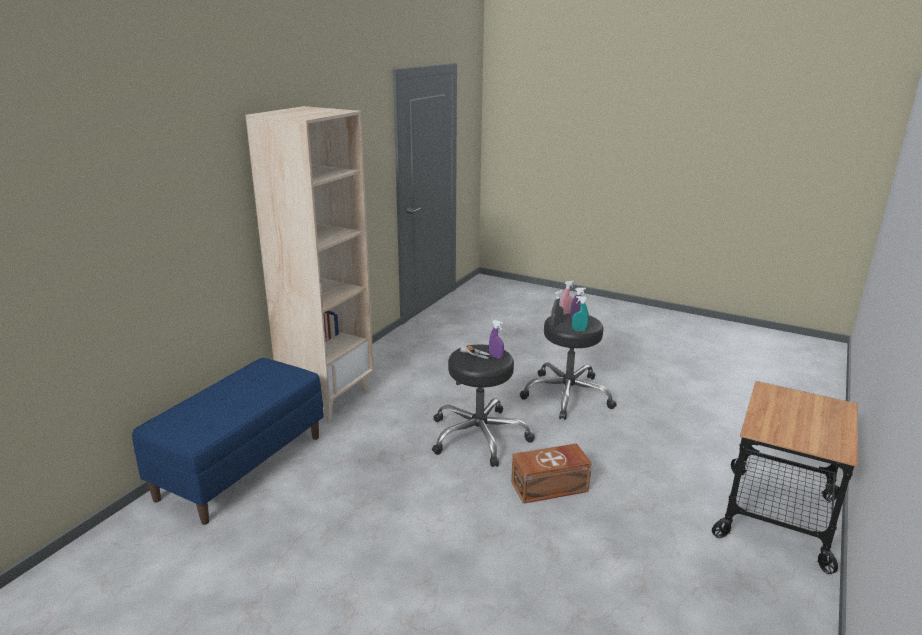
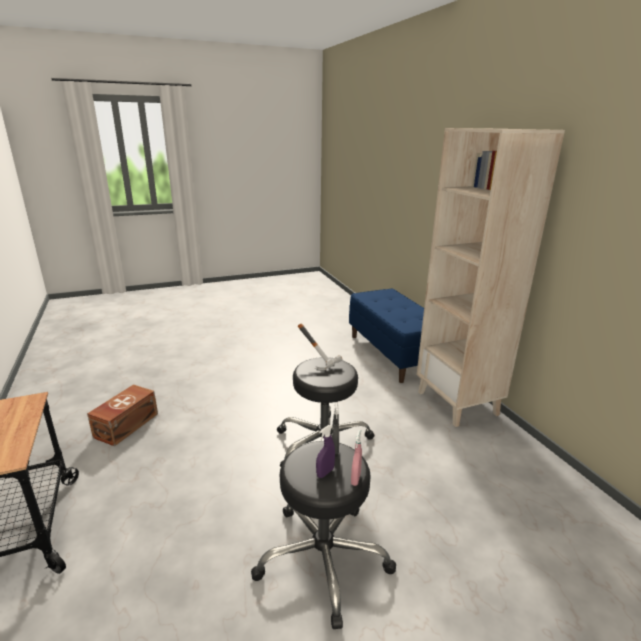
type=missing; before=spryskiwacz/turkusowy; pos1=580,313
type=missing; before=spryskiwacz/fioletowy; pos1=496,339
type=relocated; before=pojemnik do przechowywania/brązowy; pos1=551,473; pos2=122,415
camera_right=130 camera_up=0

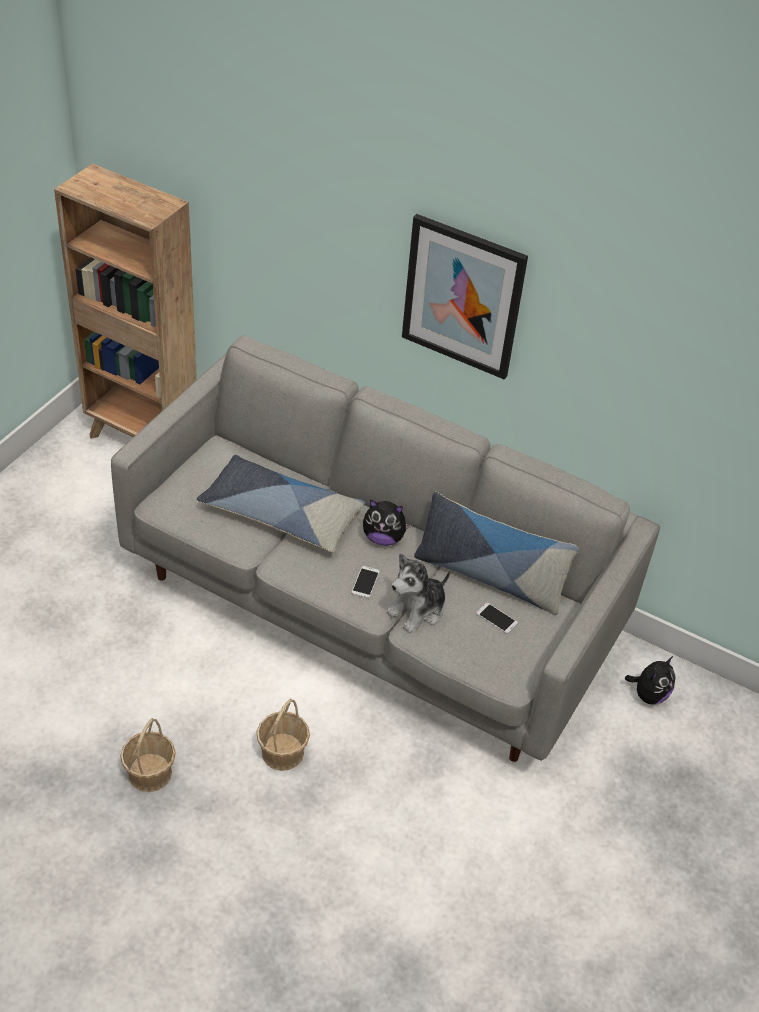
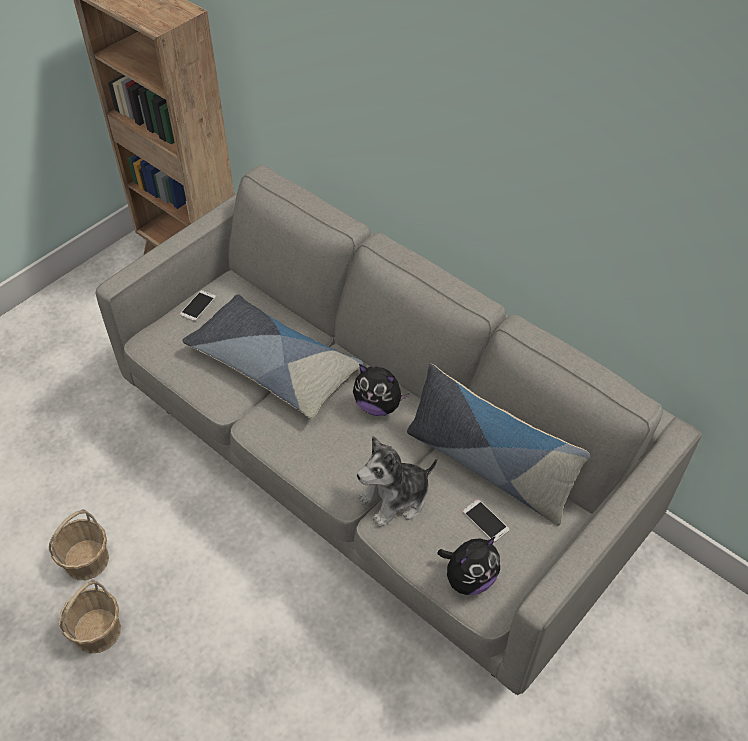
type=missing; before=obraz; pos1=465,297
type=relocated; before=telefon; pos1=365,582; pos2=198,305
type=relocated; before=pluszak; pos1=650,680; pos2=468,566
type=relocated; before=koszyk; pos1=283,734; pos2=79,544
camera_right=15 camera_up=5

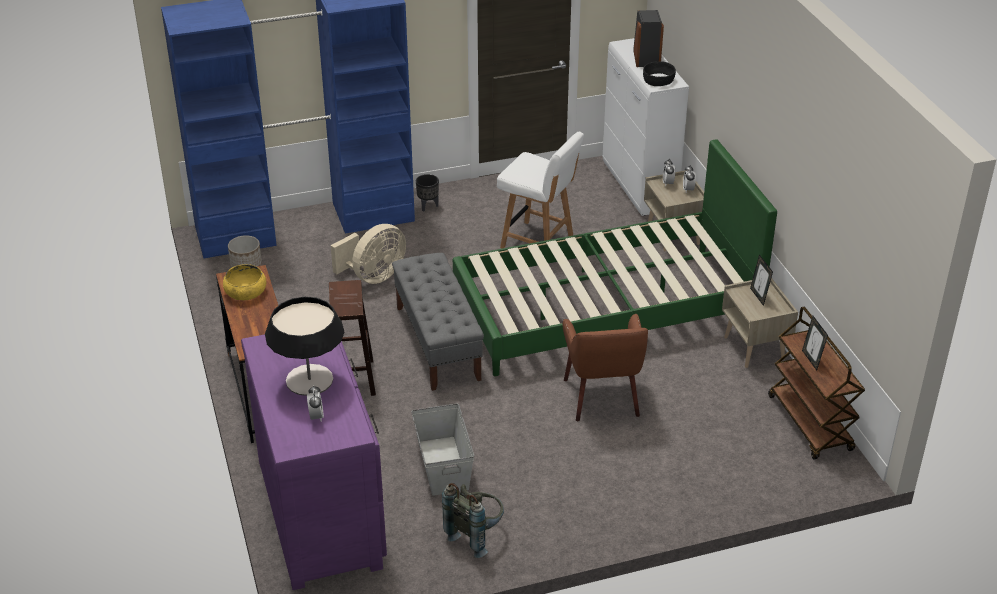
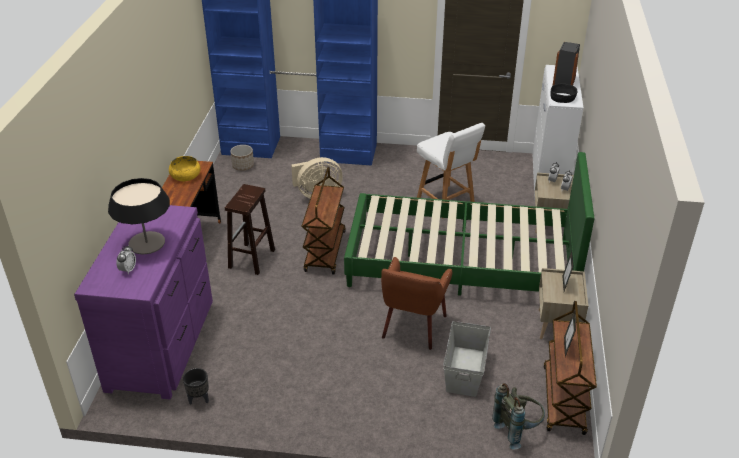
type=relocated; before=donica/czarny; pos1=427,192; pos2=196,386
type=exchanged; before=ławka/szary; after=wózek/brązowy; pos1=438,322; pos2=324,220
type=relocated; before=pojemnik do przechowywania/szary; pos1=442,449; pos2=467,359
type=relocated; before=plecak/szary; pos1=473,520; pos2=518,416
camera_right=25 camera_up=0

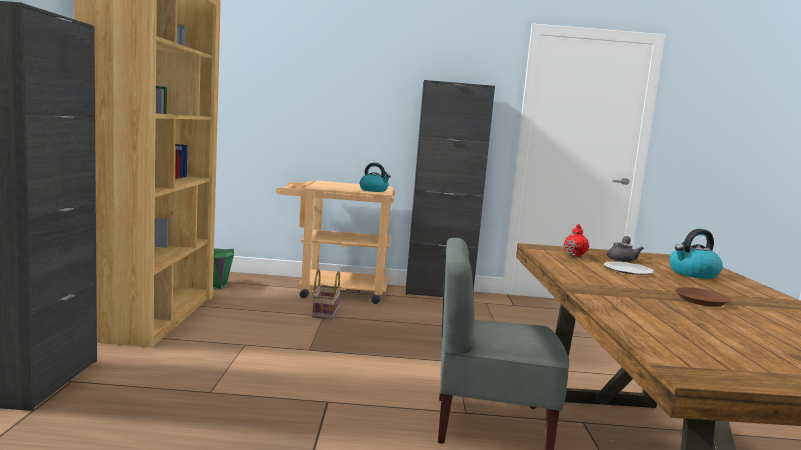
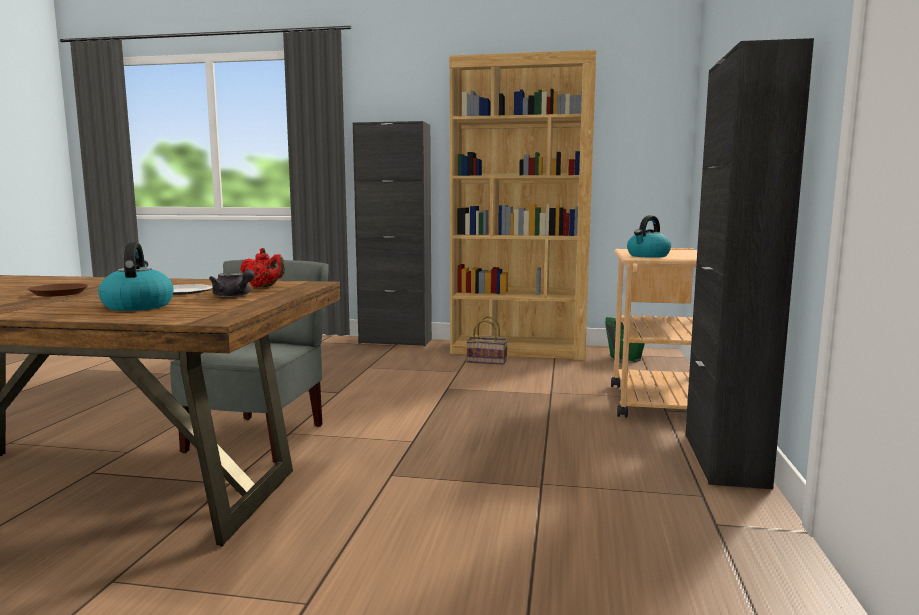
type=relocated; before=koszyk; pos1=326,294; pos2=487,340
camera_right=100 camera_up=0

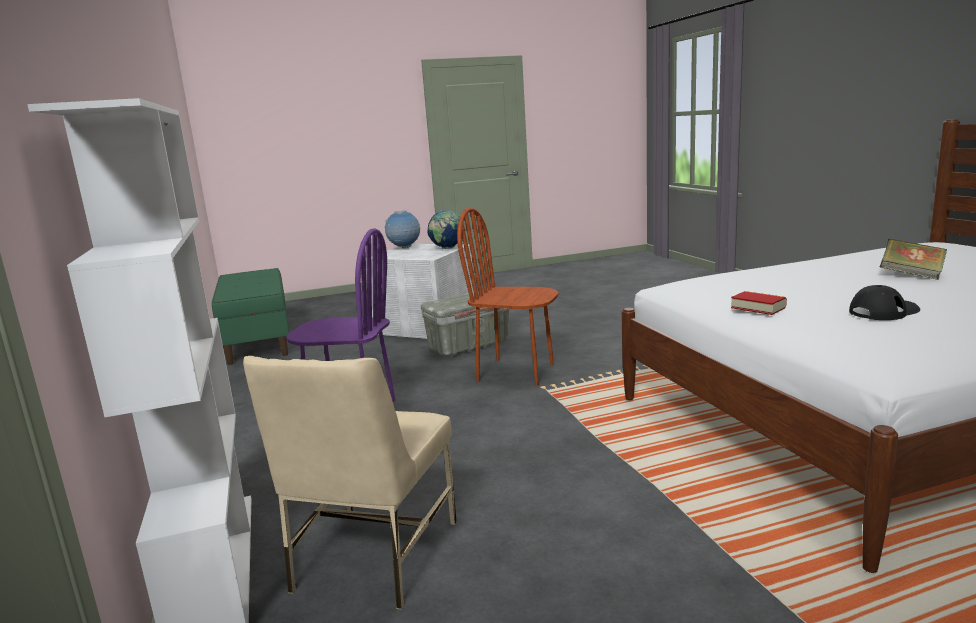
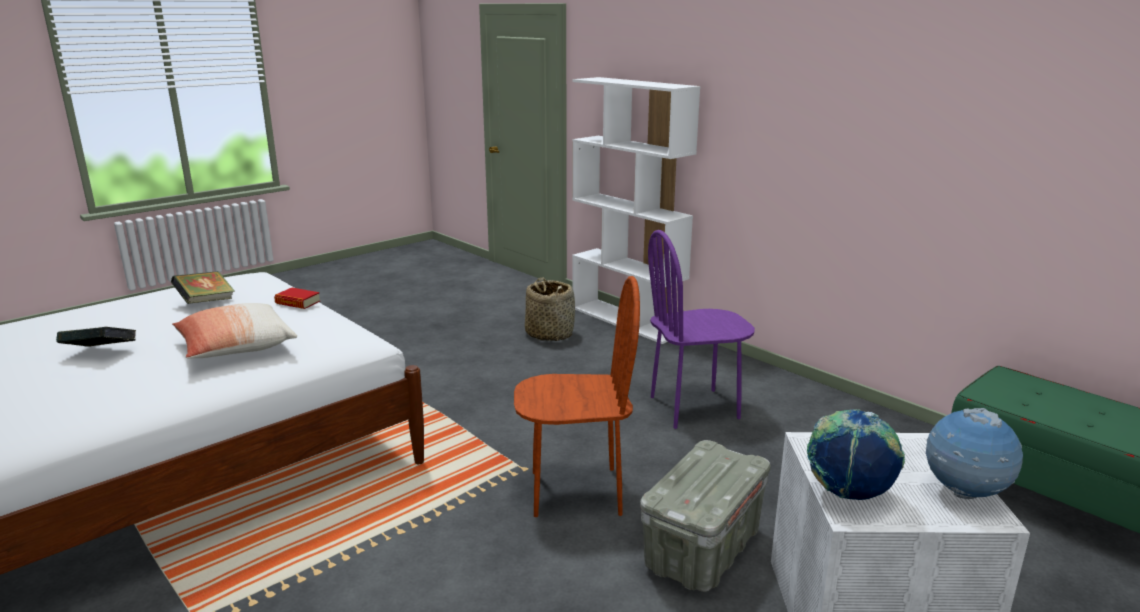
type=exchanged; before=czapka z daszkiem/czarny; after=książka; pos1=884,302; pos2=203,287
type=exchanged; before=krzesło/beżowy; after=koszyk; pos1=350,483; pos2=550,309
type=appeared; after=poduszka; pos2=234,331
camera_right=155 camera_up=5

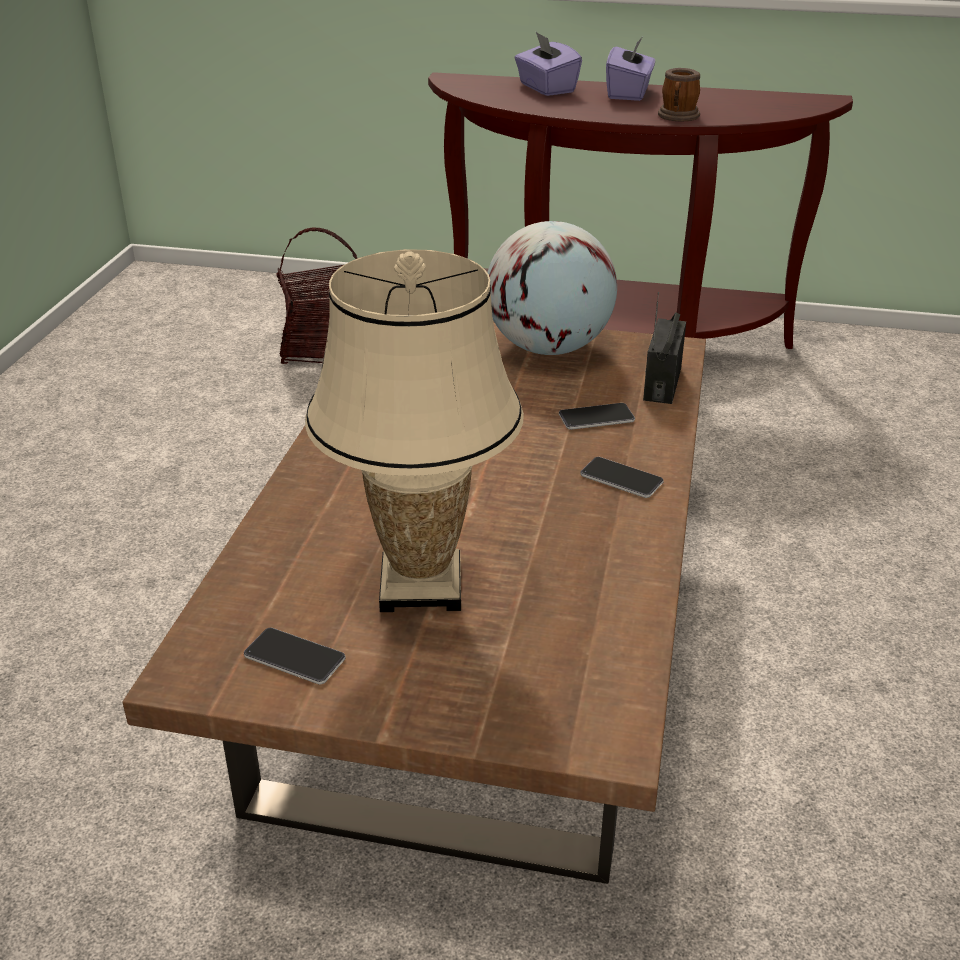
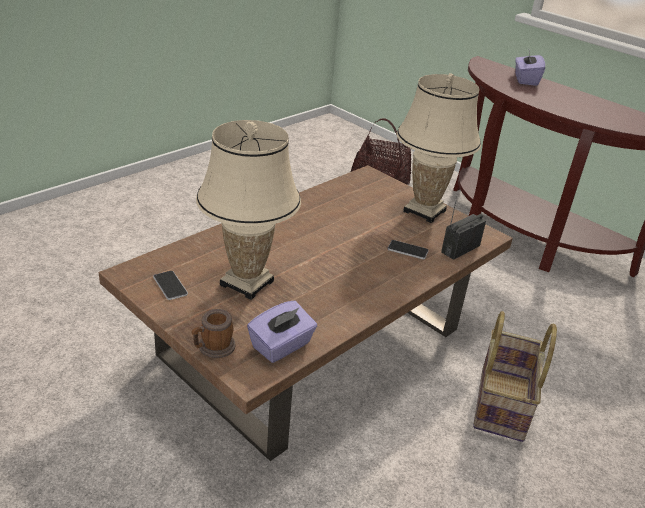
type=relocated; before=pudełko chusteczek/fioletowy; pos1=630,68; pos2=282,332
type=relocated; before=kubek; pos1=679,94; pos2=214,333
type=exchanged; before=globus; after=lampa stołowa/beżowy; pos1=552,288; pos2=438,148
type=missing; before=telefon; pos1=622,477
type=appeared; after=koszyk; pos2=515,376
camera_right=30 camera_up=0

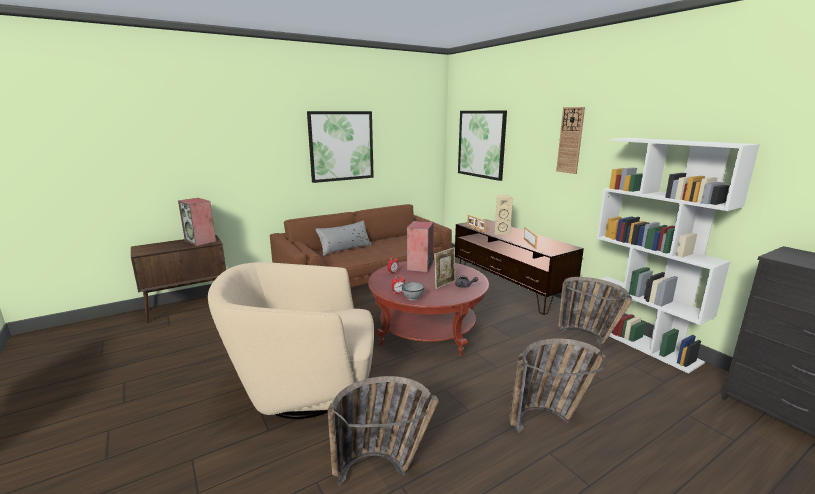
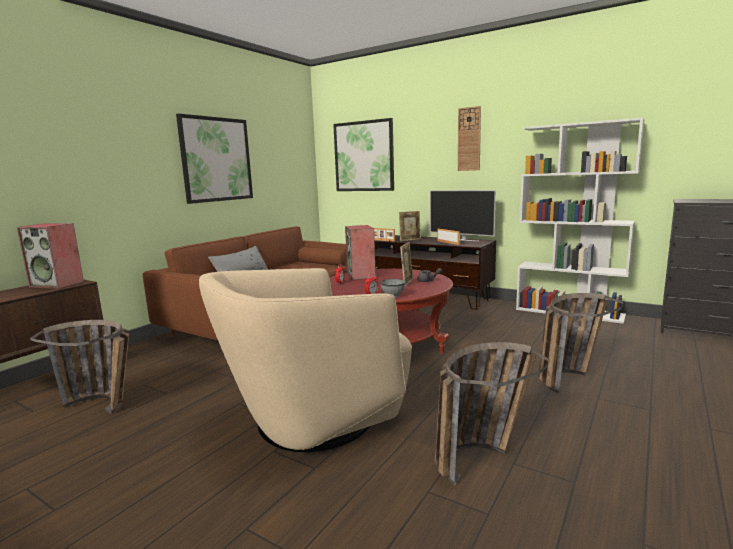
type=exchanged; before=głośnik/beżowy; after=ramka na zdjęcie; pos1=503,215; pos2=410,226
type=relocated; before=koszyk; pos1=595,311; pos2=79,367
type=appeared; after=telewizor; pos2=463,215
camera_right=-25 camera_up=-5

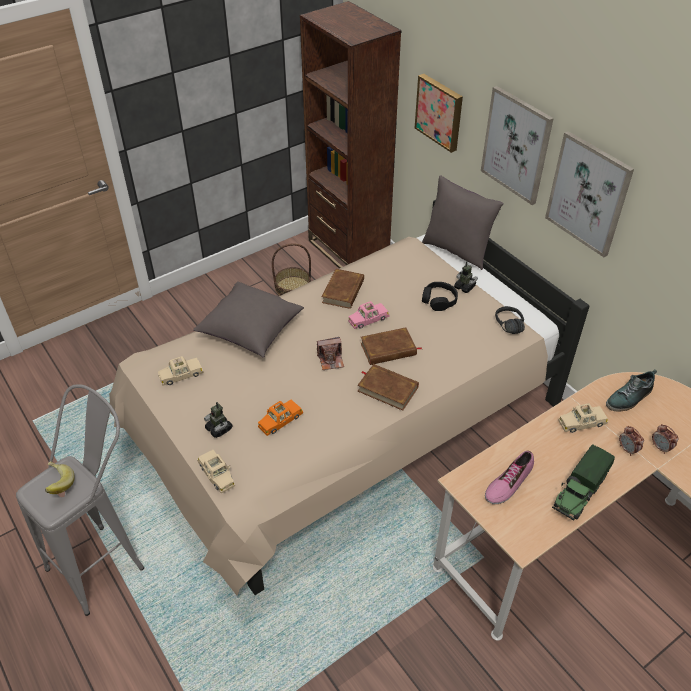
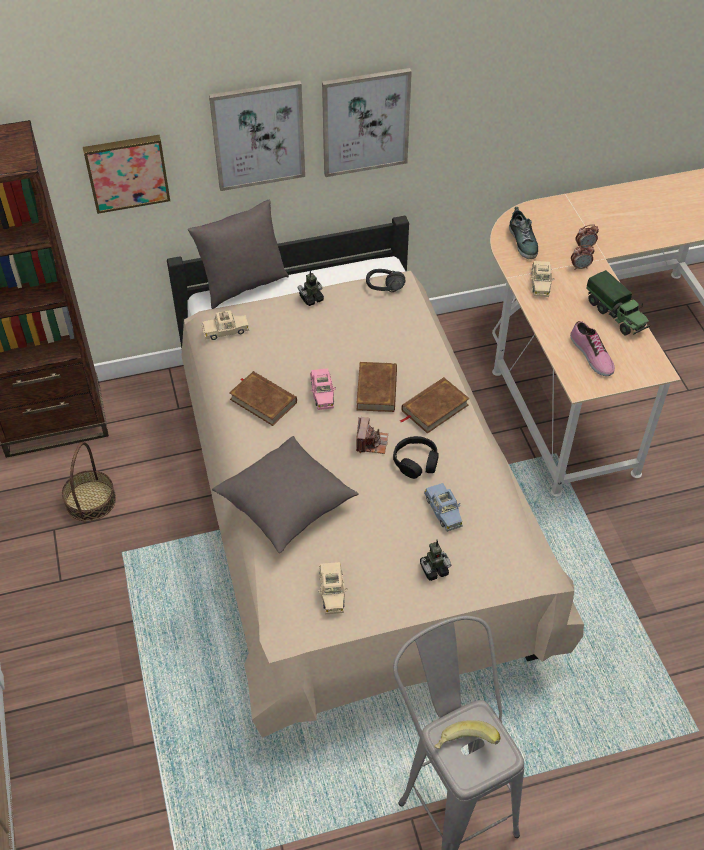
type=relocated; before=słuchawki/czarny; pos1=440,296; pos2=416,457
type=colour; before=samochodzik/pomarańczowy; after=samochodzik/niebieski; pos1=280,417; pos2=443,507
type=relocated; before=samochodzik/beżowy; pos1=216,472; pos2=225,325
camera_right=-70 camera_up=5

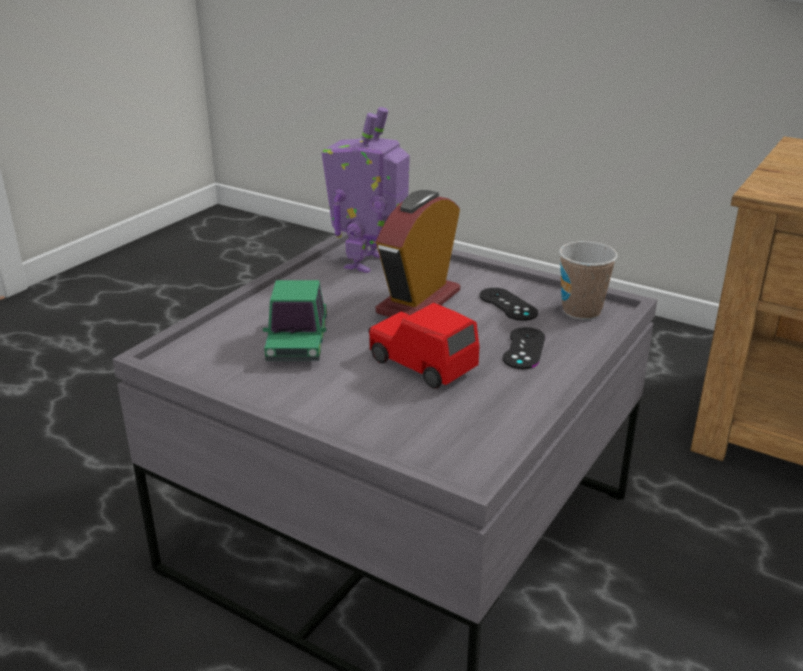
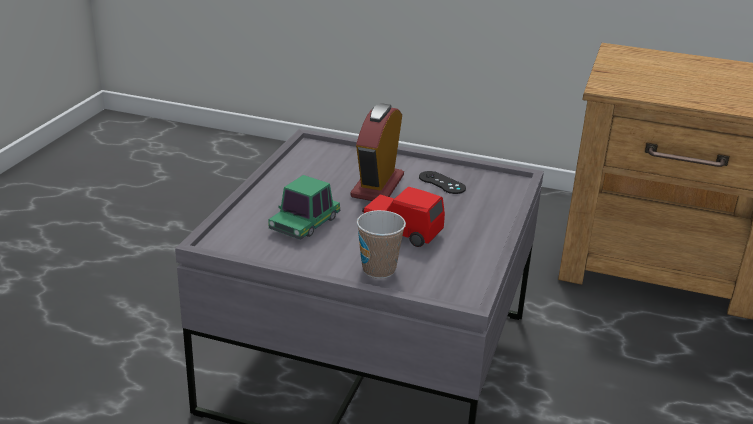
type=missing; before=robot zabawkowy; pos1=366,190
type=relocated; before=filiżanka; pos1=588,280; pos2=381,244
type=spun; before=samochodzik; pos1=295,320; pos2=304,207; turn=45
type=missing; before=pad do gier/czarny; pos1=524,348
camera_right=-15 camera_up=0

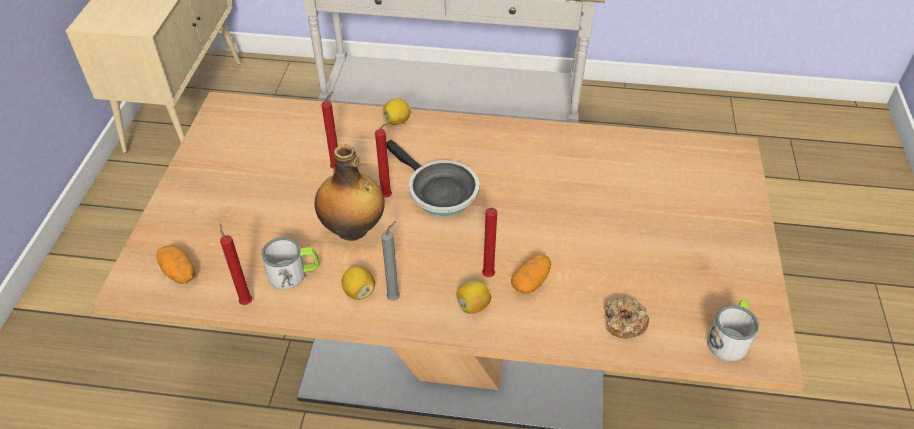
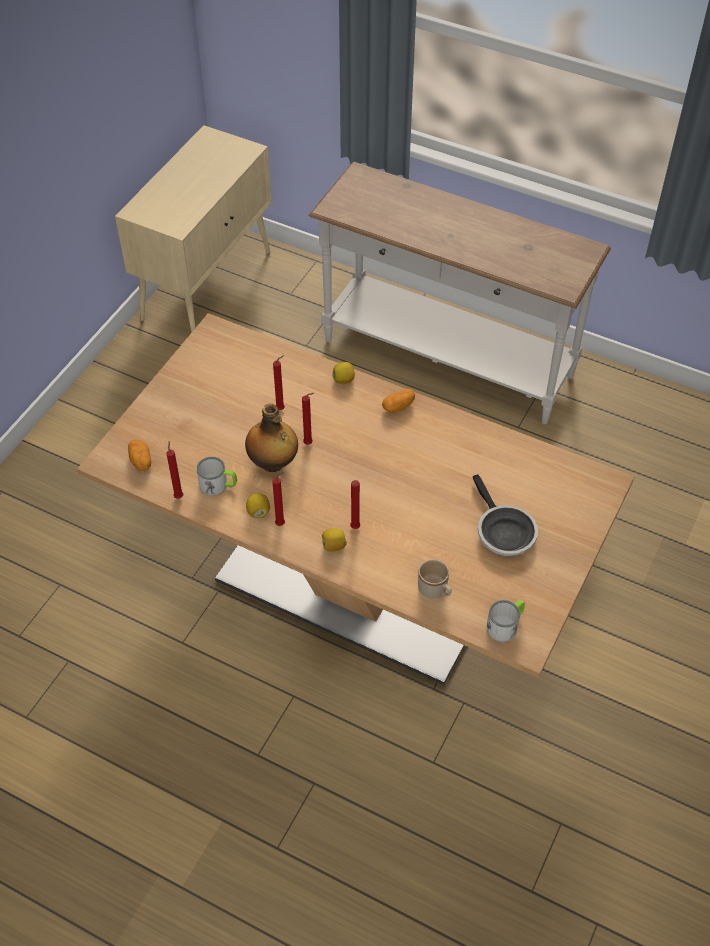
type=relocated; before=patelnia; pos1=432,178; pos2=505,515
type=colour; before=świeca/szary; after=świeca/czerwony; pos1=390,261; pos2=278,499
type=relocated; before=ziemniak; pos1=531,274; pos2=398,401
type=exchanged; before=donut; after=kubek/beżowy; pos1=626,317; pos2=435,579
camera_right=20 camera_up=5

